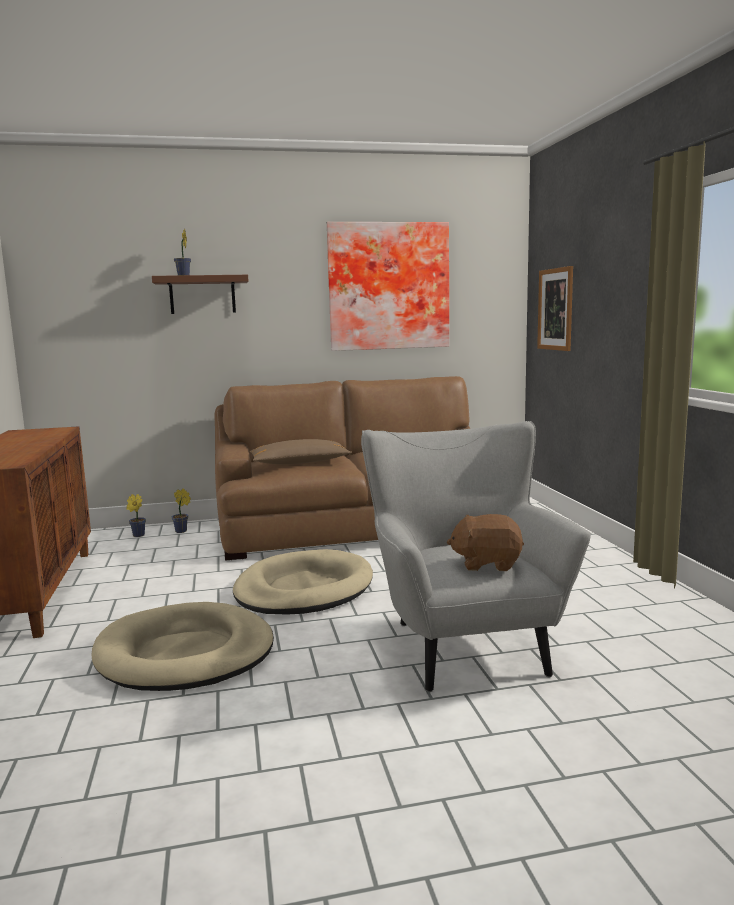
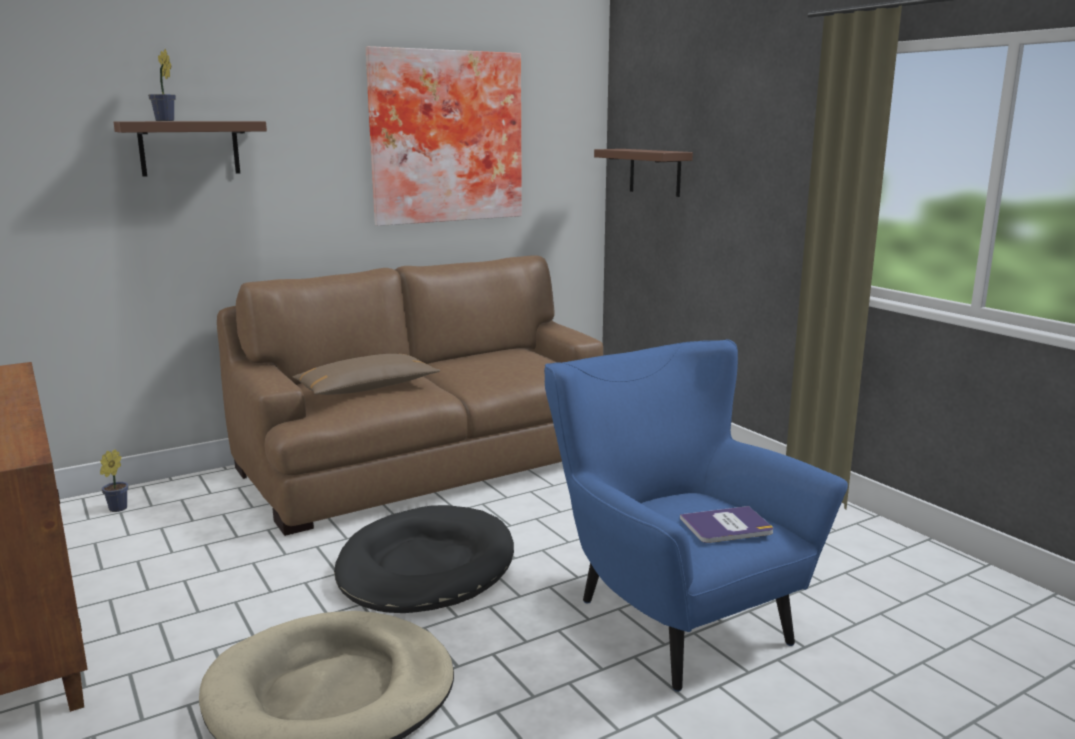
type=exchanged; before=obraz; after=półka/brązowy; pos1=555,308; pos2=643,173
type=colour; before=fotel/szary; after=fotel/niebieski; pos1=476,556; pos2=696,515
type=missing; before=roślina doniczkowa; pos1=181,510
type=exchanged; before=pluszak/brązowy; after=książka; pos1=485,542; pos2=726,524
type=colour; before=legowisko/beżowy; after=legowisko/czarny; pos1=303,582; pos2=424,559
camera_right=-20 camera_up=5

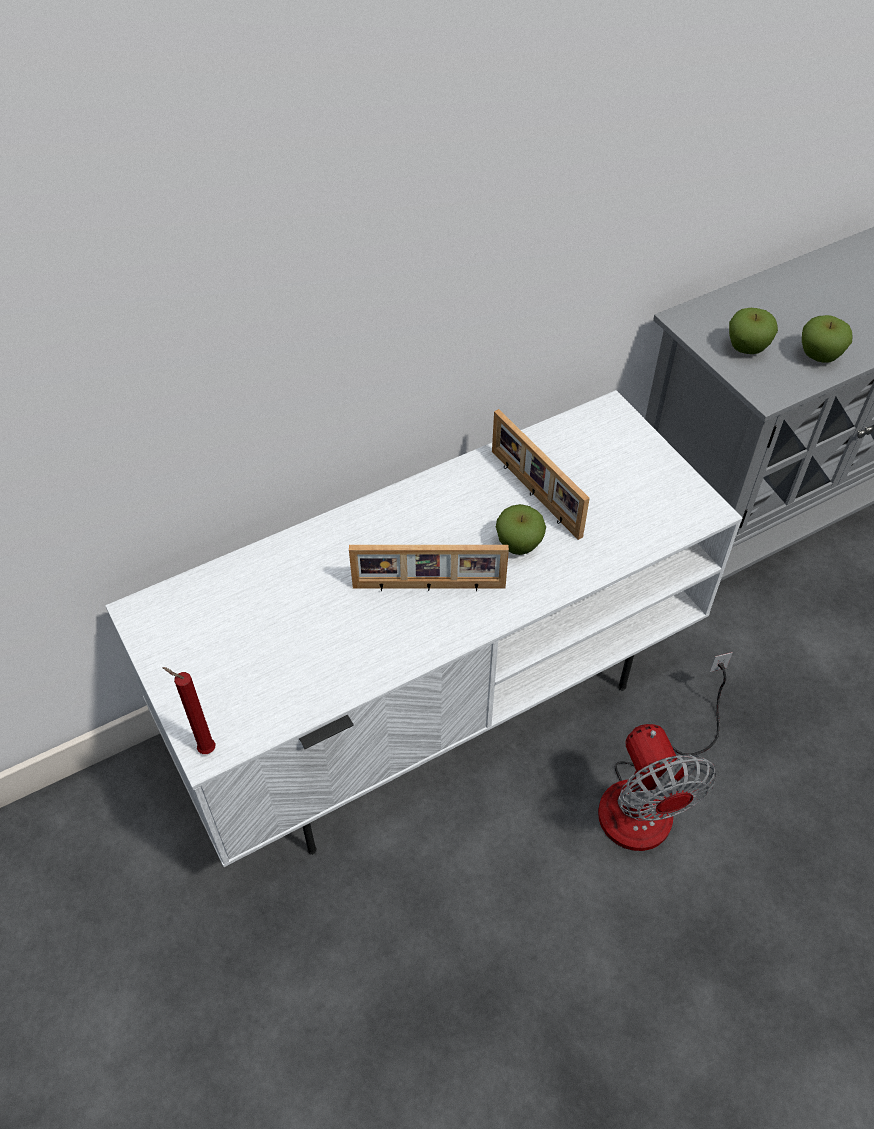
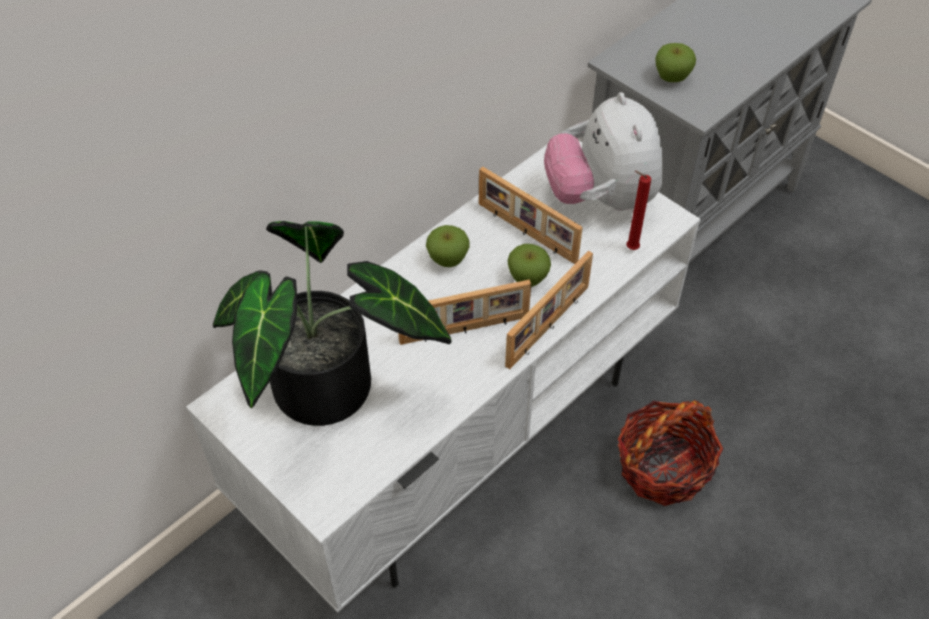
type=relocated; before=jabłko; pos1=827,339; pos2=448,246
type=exchanged; before=wentylator; after=koszyk; pos1=665,751; pos2=670,453
type=relocated; before=świeca/czerwony; pos1=189,710; pos2=638,210
type=appeared; after=pluszak; pos2=603,151
type=appeared; after=roślina doniczkowa; pos2=332,323
type=appeared; after=ramka na zdjęcie; pos2=549,310
camera_right=-15 camera_up=0

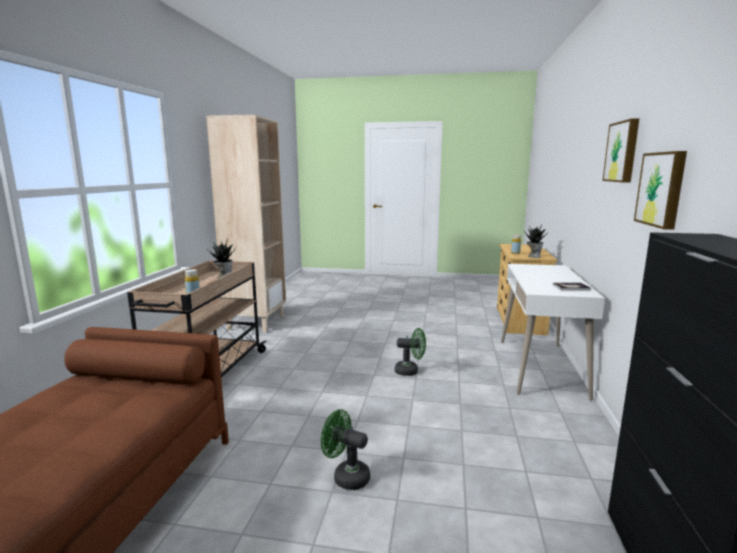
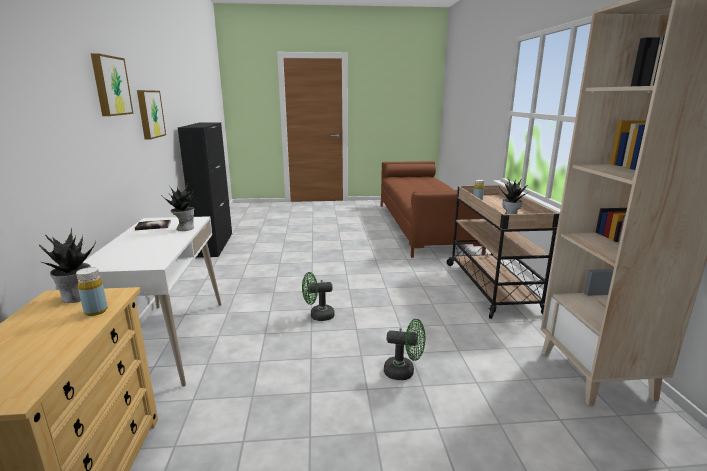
type=relocated; before=wentylator/zielony; pos1=345,449; pos2=404,349
type=appeared; after=roślina doniczkowa; pos2=178,207
camera_right=165 camera_up=5

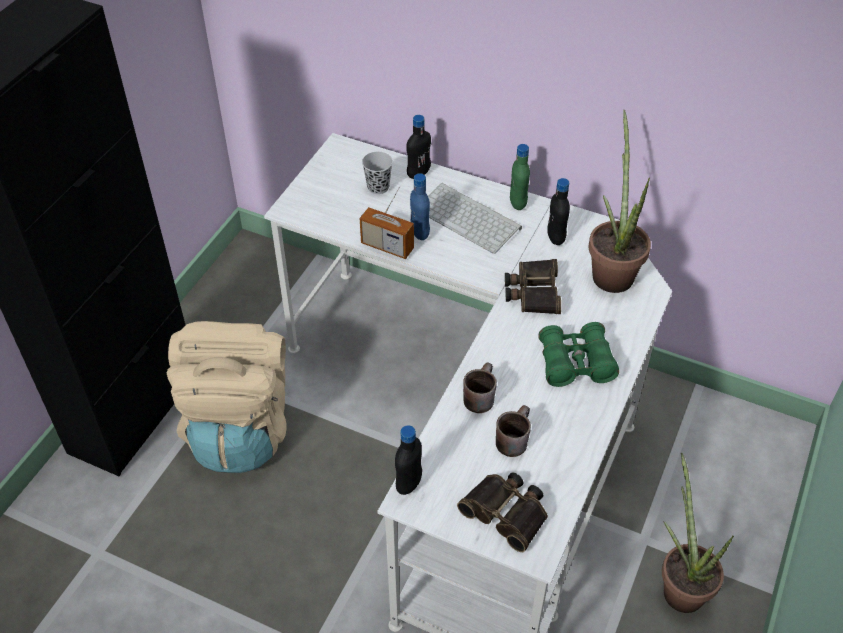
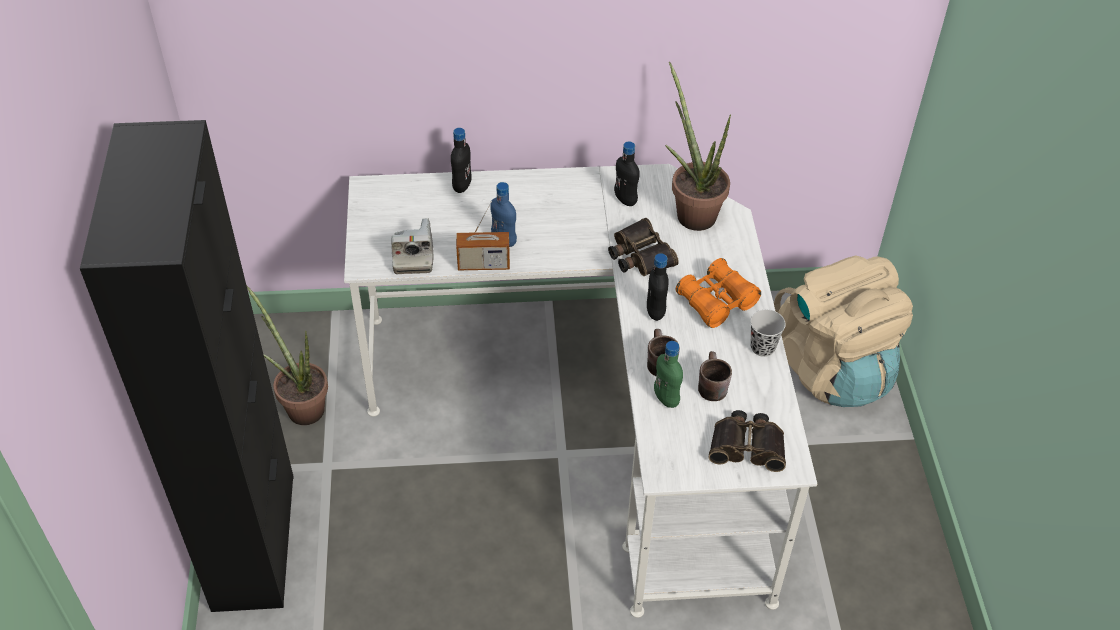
type=relocated; before=butelka/zielony; pos1=520,177; pos2=668,374
type=relocated; before=filiżanka/czarny; pos1=377,173; pos2=768,333
type=missing; before=klawiatura; pos1=475,218
type=relocated; before=plecak/beżowy; pos1=226,397; pos2=843,331
type=colour; before=lornetka/zielony; after=lornetka/pomarańczowy; pos1=578,354; pos2=718,293
type=relocated; before=butelka/czarny; pos1=408,460; pos2=658,287
type=relocated; before=roślina doniczkowa; pos1=698,533; pos2=287,355
type=appeared; after=aparat fotograficzny; pos2=412,246
camera_right=-30 camera_up=0

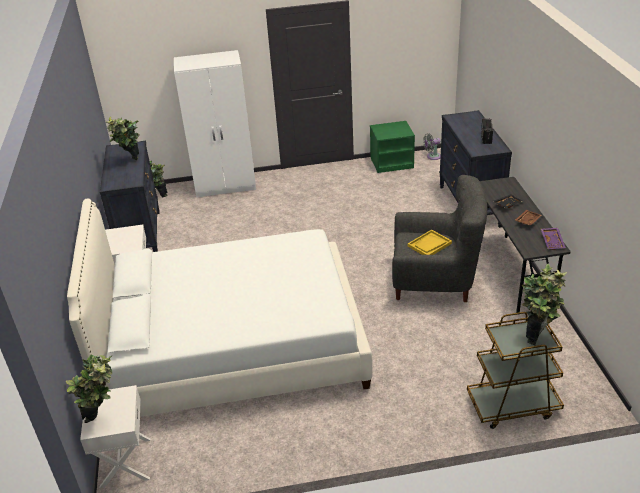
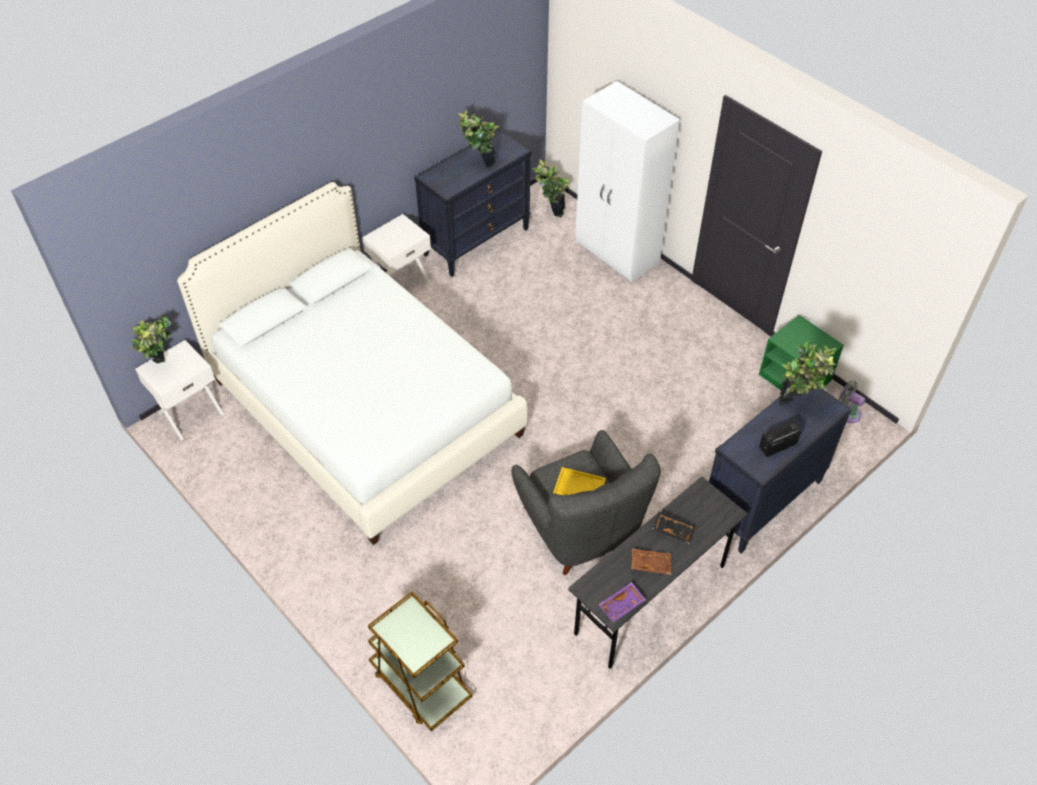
type=relocated; before=roślina doniczkowa; pos1=544,304; pos2=808,373
camera_right=55 camera_up=15

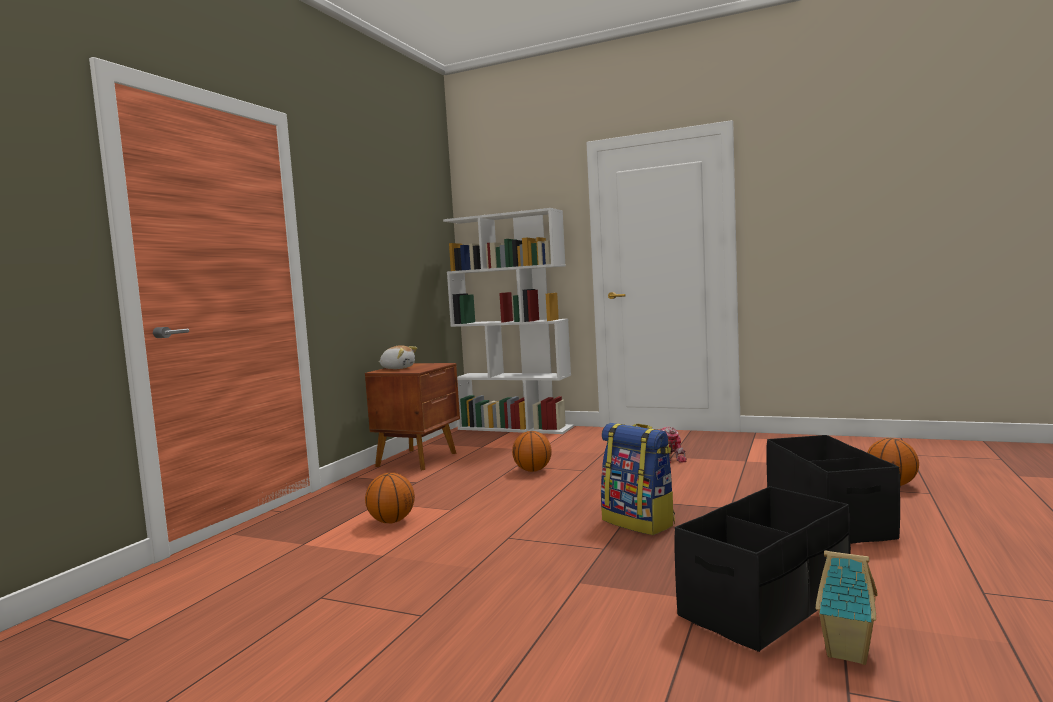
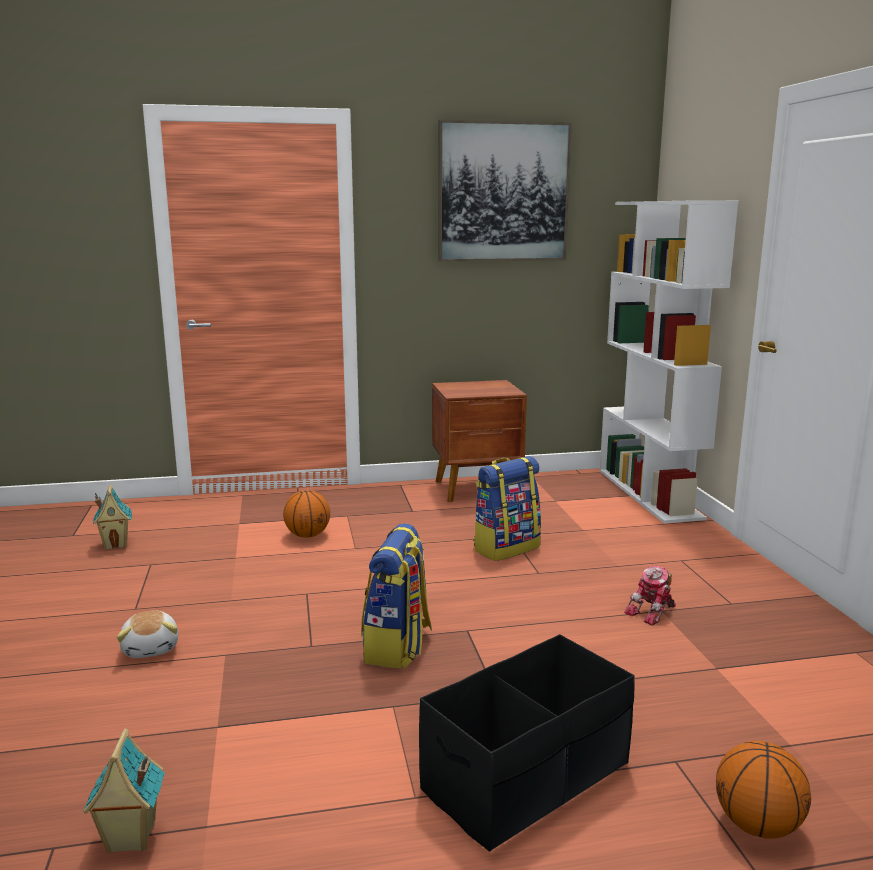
type=relocated; before=pluszak; pos1=397,357; pos2=147,634
type=exchanged; before=piłka do koszykówki; after=plecak; pos1=532,451; pos2=507,508
type=missing; before=pojemnik do przechowywania/czarny; pos1=763,569
type=appeared; after=obraz; pos2=505,191
type=appeared; after=domek; pos2=112,517
camera_right=55 camera_up=10

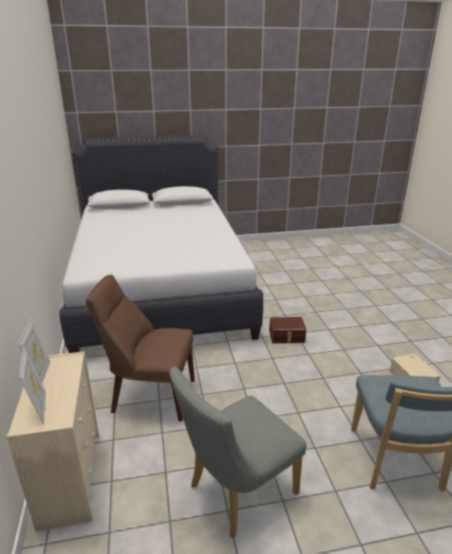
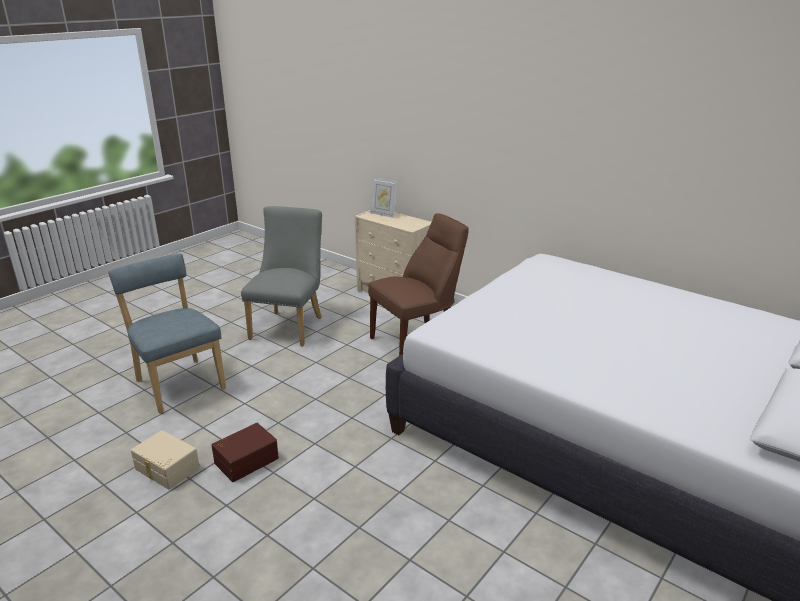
type=relocated; before=pojemnik do przechowywania/brązowy; pos1=287,330; pos2=245,452
type=missing; before=ramka na zdjęcie; pos1=34,351
camera_right=140 camera_up=0

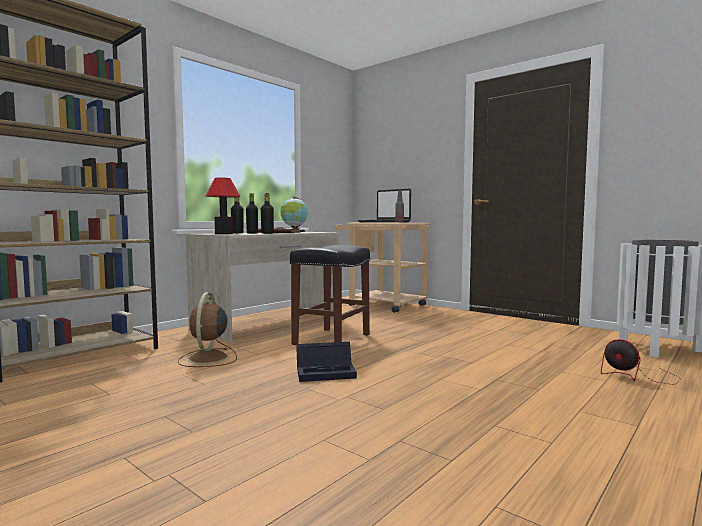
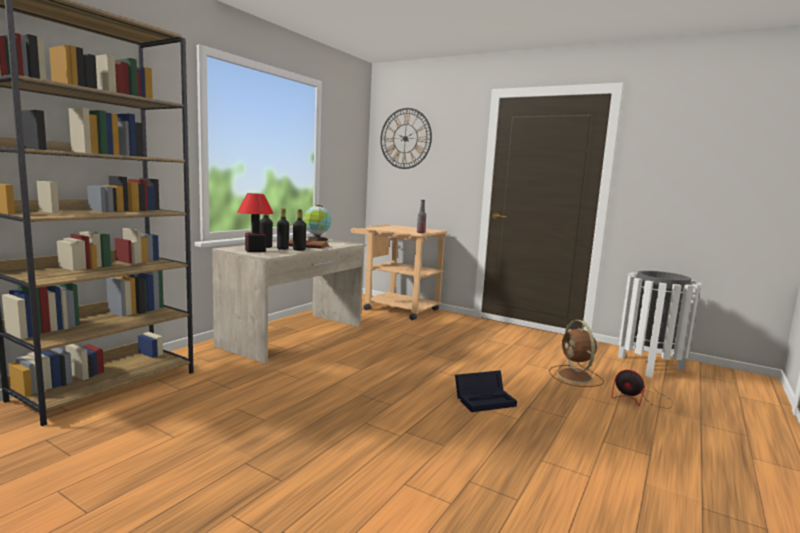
type=missing; before=laptop; pos1=384,205
type=missing; before=stołek/czarny; pos1=330,295
type=relocated; before=wentylator/brązowy; pos1=207,329; pos2=576,353
type=relocated; before=pojemnik do przechowywania/czarny; pos1=326,362; pos2=486,391
type=appeared; after=zegar ścienny; pos2=406,138
camera_right=-10 camera_up=5

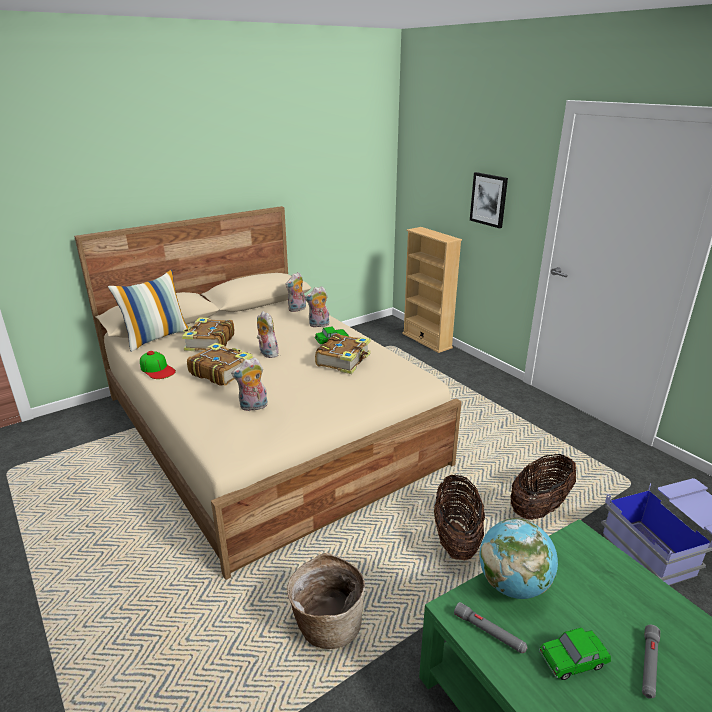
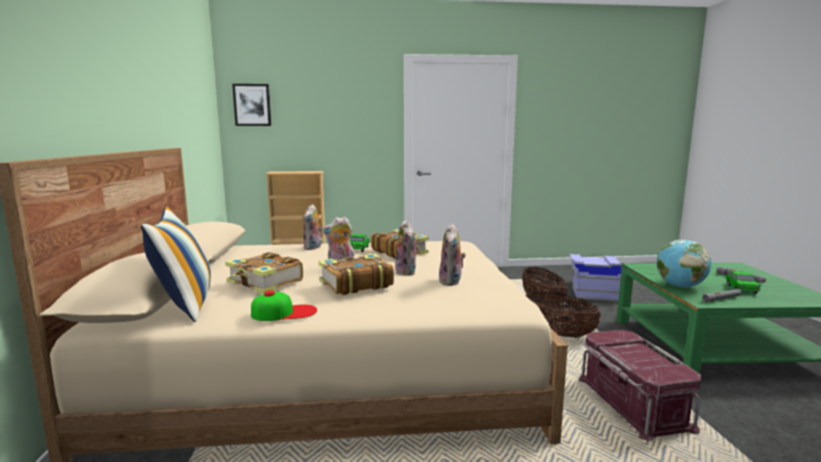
type=relocated; before=obraz; pos1=489,200; pos2=251,105
type=relocated; before=pluszak; pos1=295,292; pos2=407,248
type=exchanged; before=koszyk; after=pojemnik do przechowywania/czerwony; pos1=326,601; pos2=639,385
camera_right=-60 camera_up=-15

